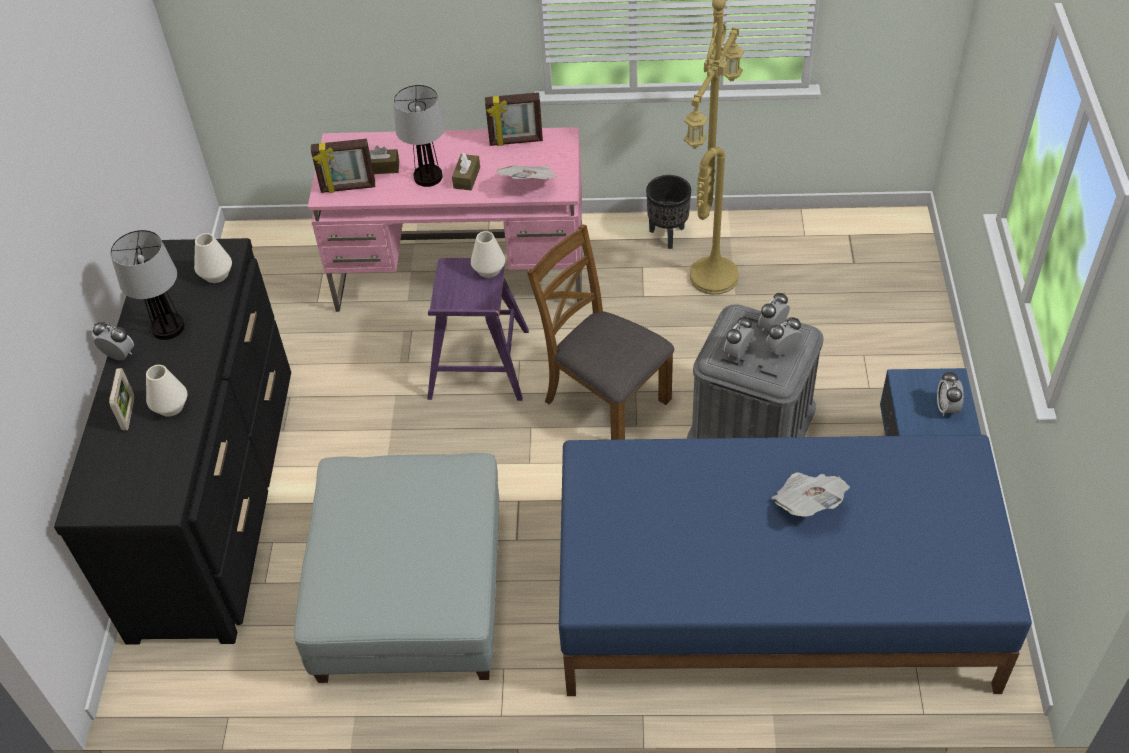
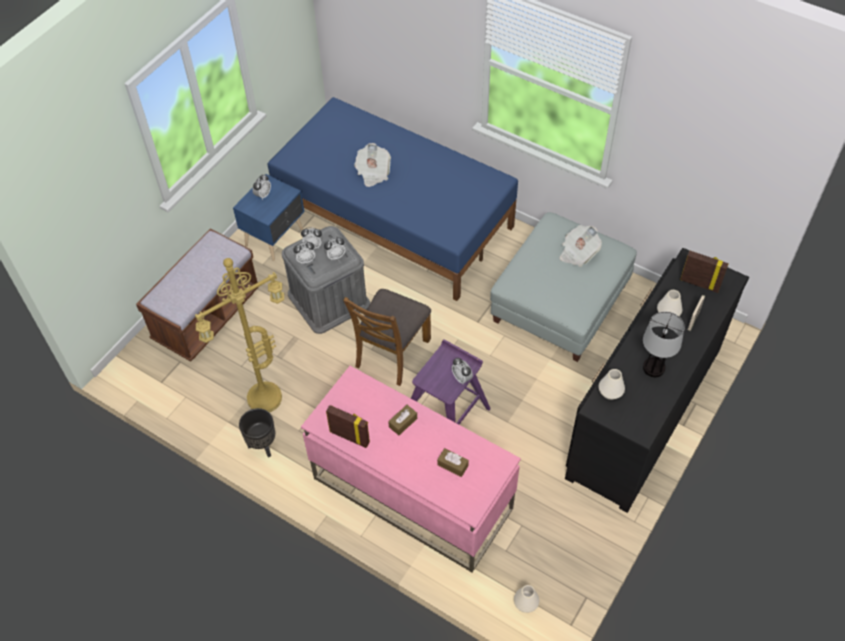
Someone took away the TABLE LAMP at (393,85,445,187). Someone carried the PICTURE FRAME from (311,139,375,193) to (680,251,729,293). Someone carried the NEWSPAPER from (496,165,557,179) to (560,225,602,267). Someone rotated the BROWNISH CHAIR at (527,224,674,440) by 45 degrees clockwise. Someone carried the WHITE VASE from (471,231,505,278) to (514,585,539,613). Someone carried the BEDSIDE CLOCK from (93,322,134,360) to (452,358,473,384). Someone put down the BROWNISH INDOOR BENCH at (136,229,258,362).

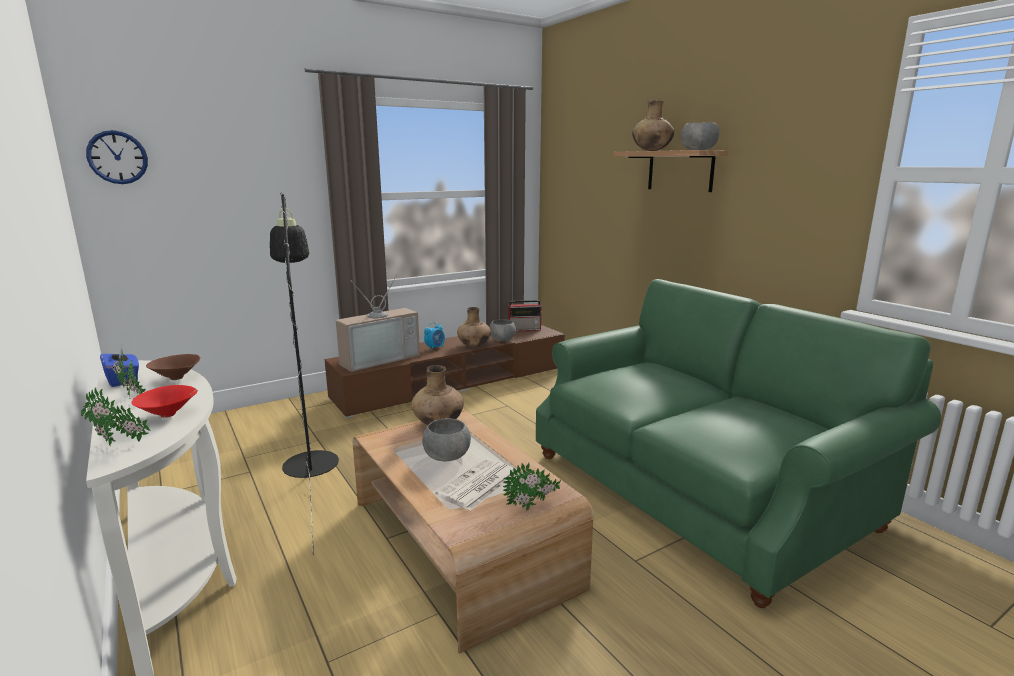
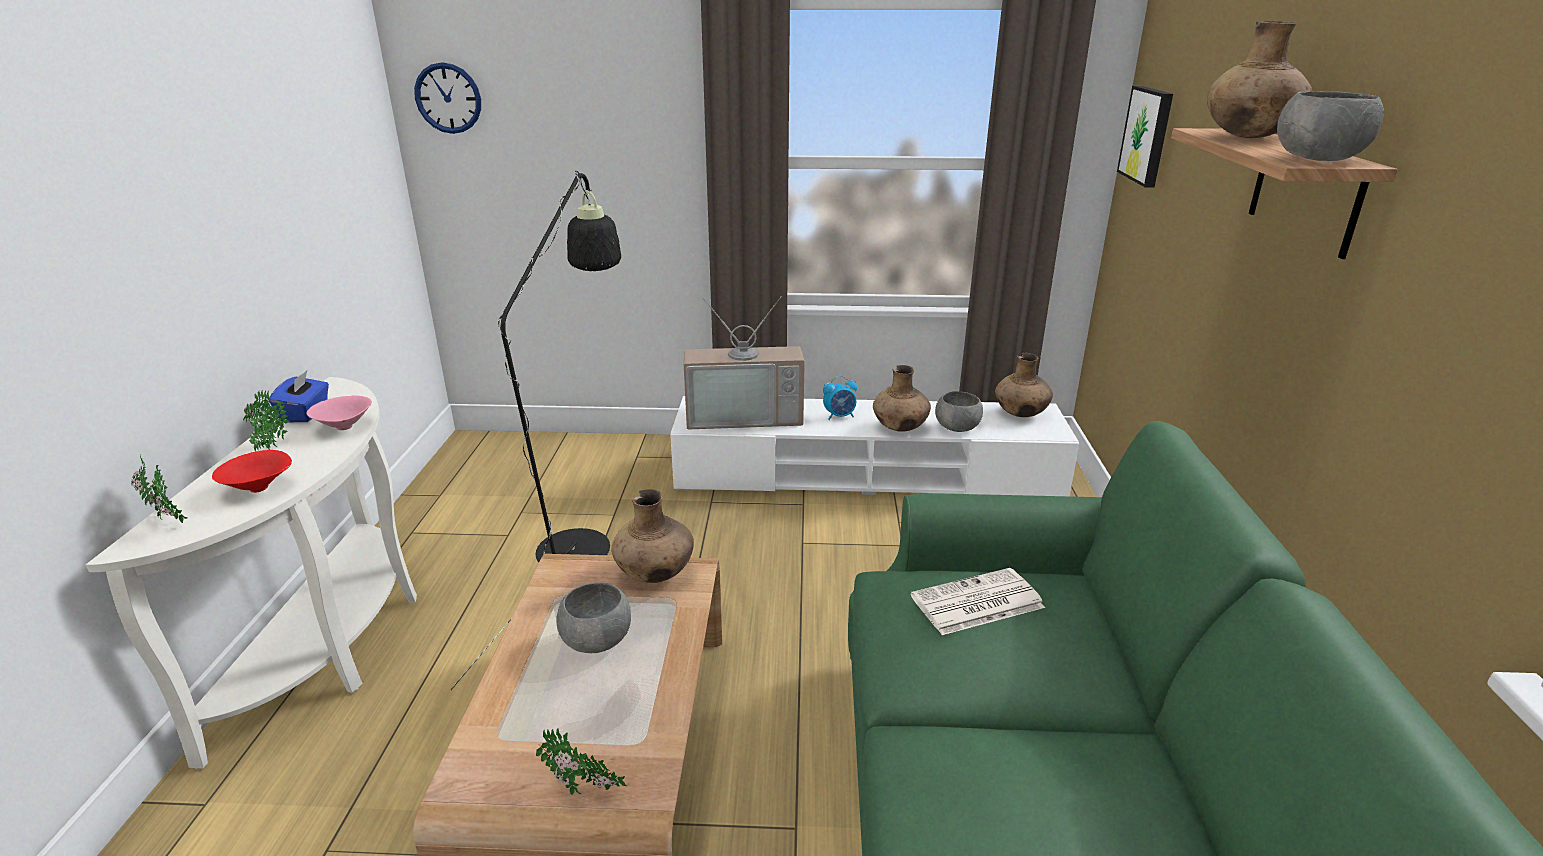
Someone swapped the RADIO at (508,300,542,331) for the BROWNISH VASE at (995,353,1053,417). Someone repainted the BROWNISH TV STAND at (325,325,565,418), which became the WHITE TV STAND at (670,396,1079,496). Someone repainted the BROWNISH BOWL at (146,354,200,380), which became the PINK-COLOURED BOWL at (307,395,372,430). Someone carried the NEWSPAPER from (435,459,518,511) to (911,568,1045,635). Someone put up the WALL PICTURE at (1117,86,1173,188).

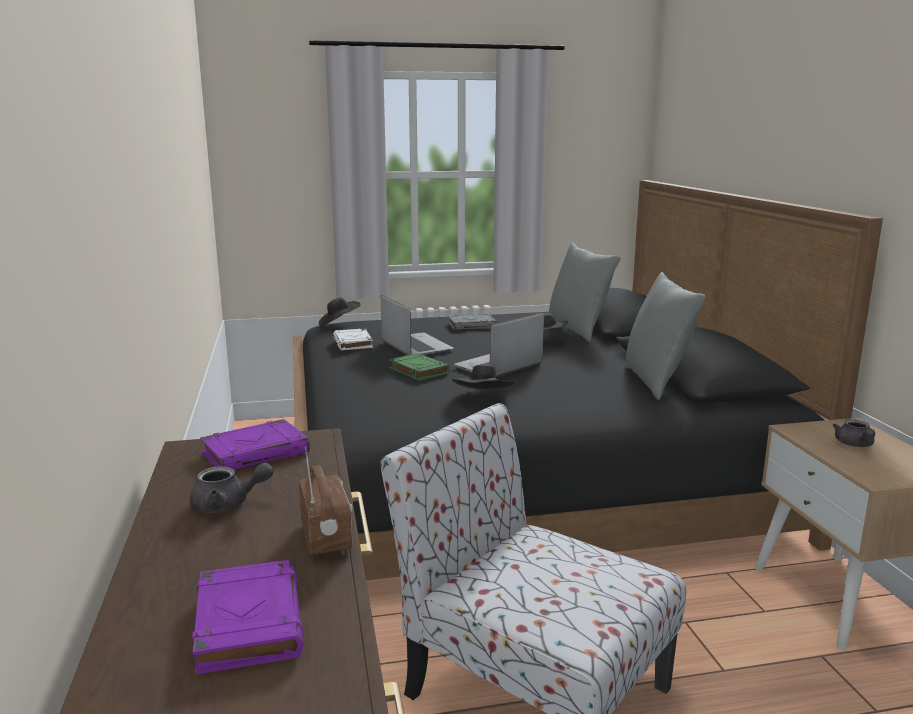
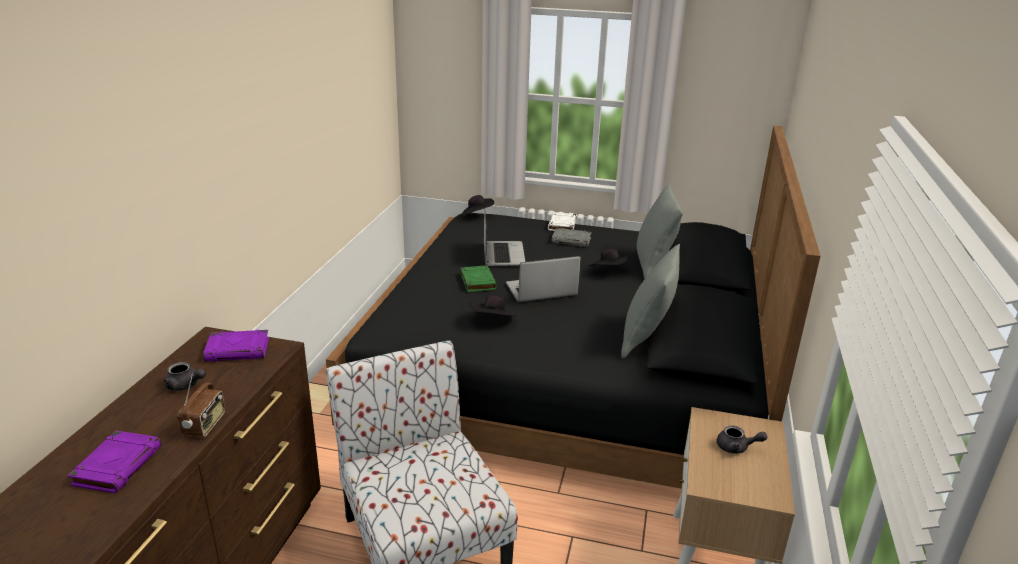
Someone carried the WHITE VOLUME from (333,328,373,350) to (548,212,576,231). Someone rotated the GREY TEA POT at (832,419,875,447) by 105 degrees counterclockwise.

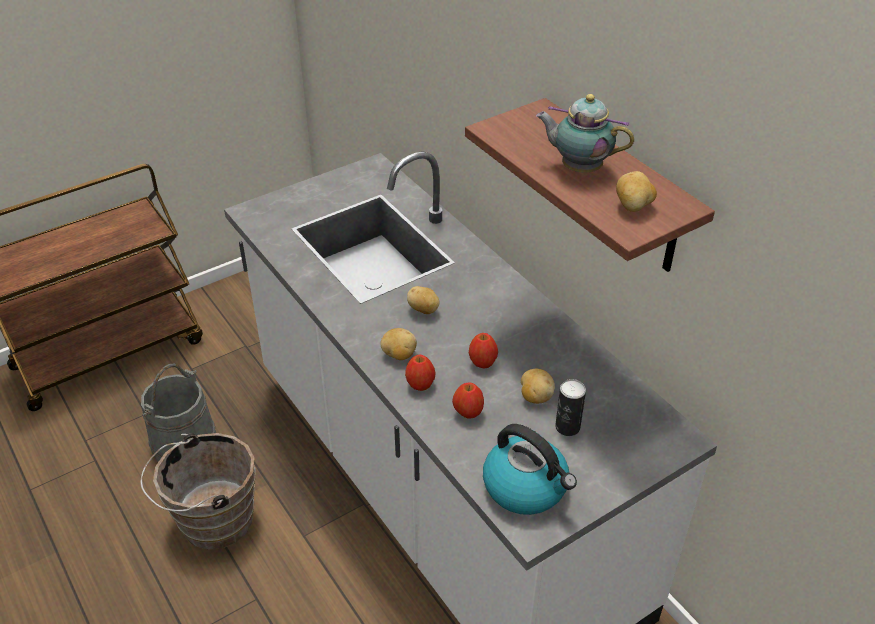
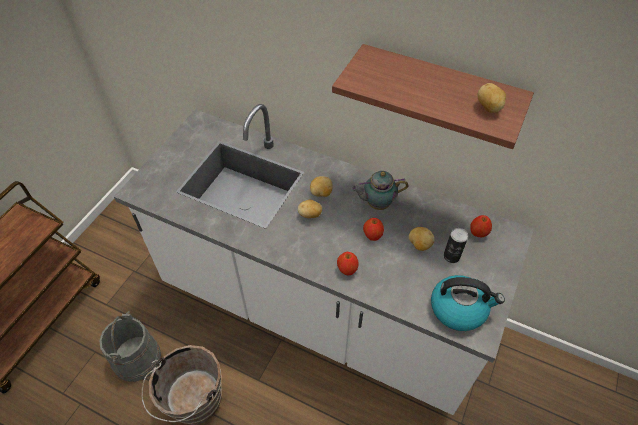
Someone carried the TEA POT from (536,94,634,173) to (351,171,409,210). Someone carried the WHOLE POTATO from (381,328,417,360) to (310,176,333,197). Someone carried the WHOLE APPLE from (452,383,484,418) to (470,215,492,237).

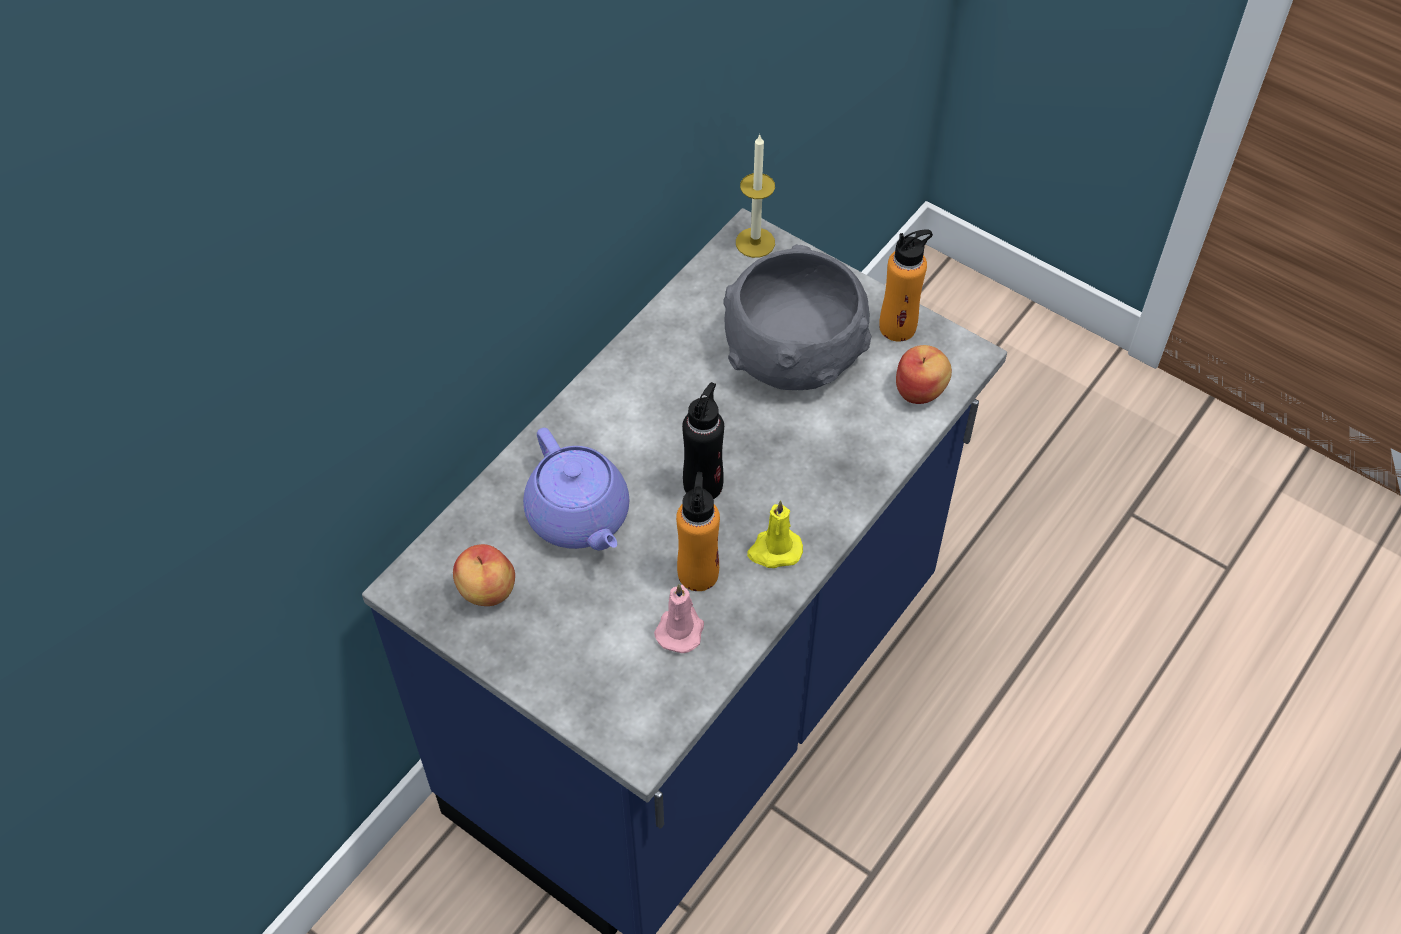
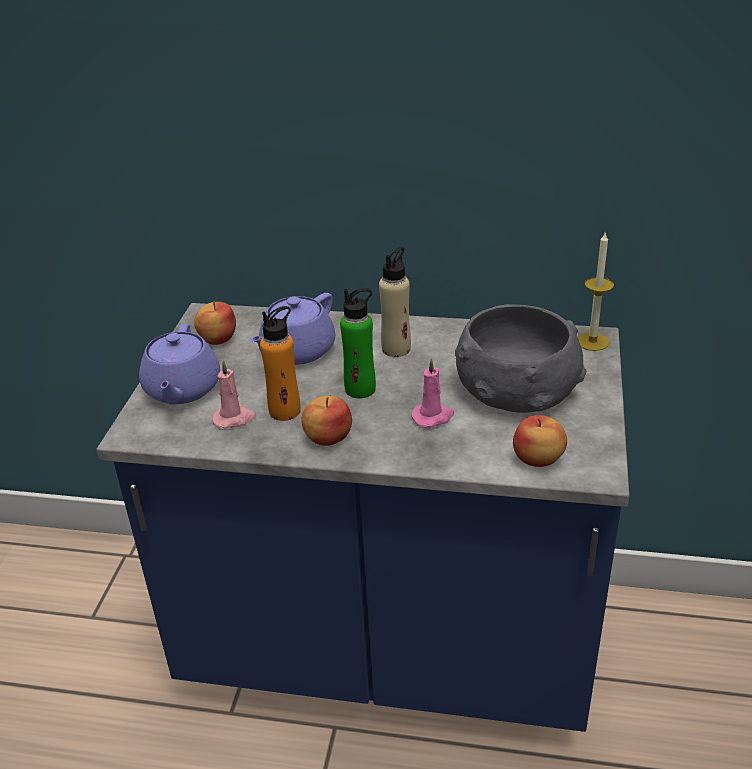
Someone took away the ORANGEY DRINK BOTTLE at (879,229,933,342). Someone repainted the BLACK DRINK BOTTLE at (682,382,724,499), which became the GREEN-COLOURED DRINK BOTTLE at (340,288,376,398). Someone swapped the YELLOW WAX CANDLE at (747,500,803,568) for the WHOLE APPLE at (301,396,352,446). Someone put down the BEIGE DRINK BOTTLE at (379,247,411,357). Someone put down the PURPLE-COLOURED TEA POT at (139,323,220,404). Someone put down the PINK-COLOURED WAX CANDLE at (411,358,454,428).

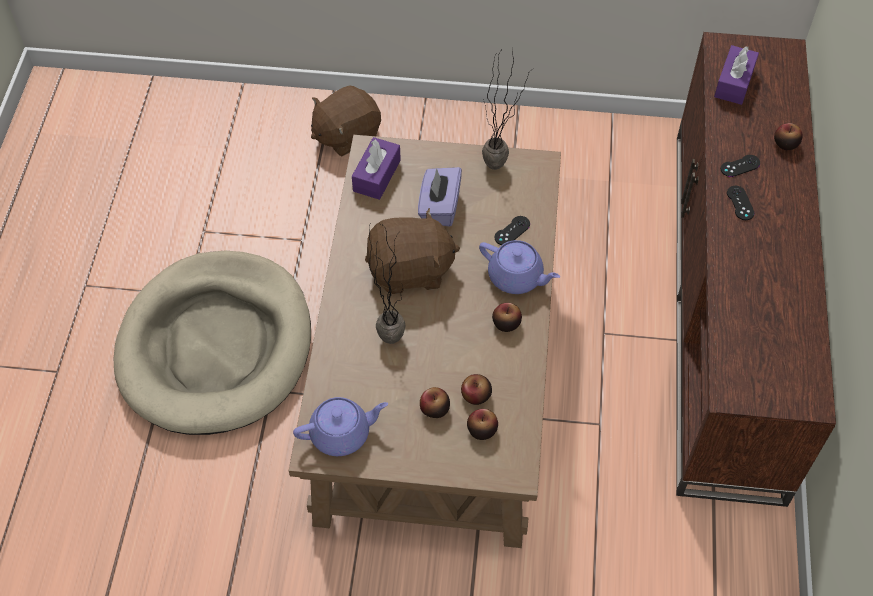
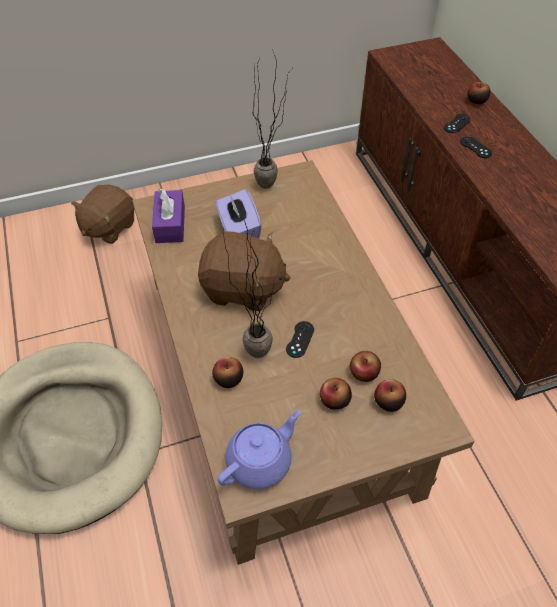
Someone took away the PURPLE-COLOURED BOX OF TISSUES at (714,45,759,105). Someone rotated the BROWNISH CUDDLY TOY at (365,208,460,294) by 45 degrees clockwise. Someone carried the BLACK GAMEPAD from (495,216,530,245) to (286,321,314,358). Someone took away the PURPLE-COLOURED TEA POT at (479,240,560,294). Someone carried the WHOLE APPLE from (492,303,522,332) to (212,357,243,388).

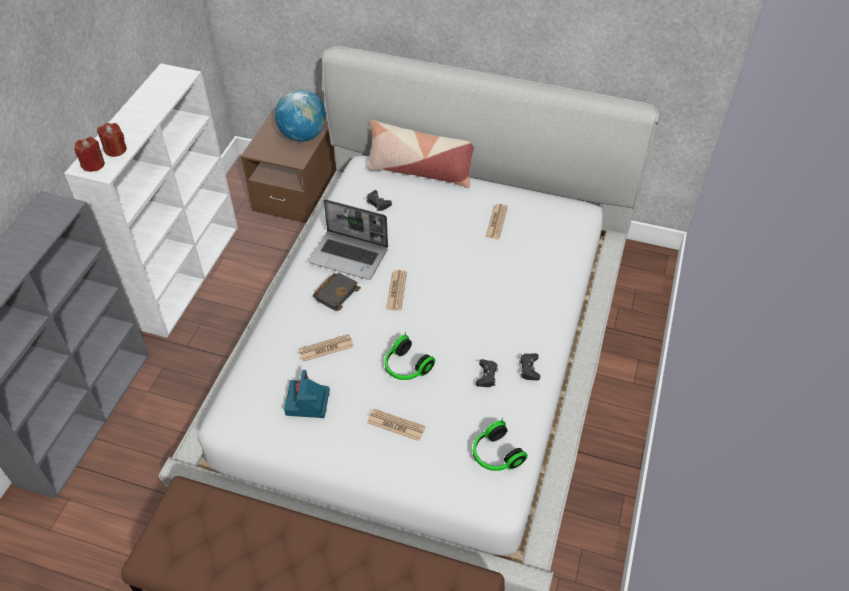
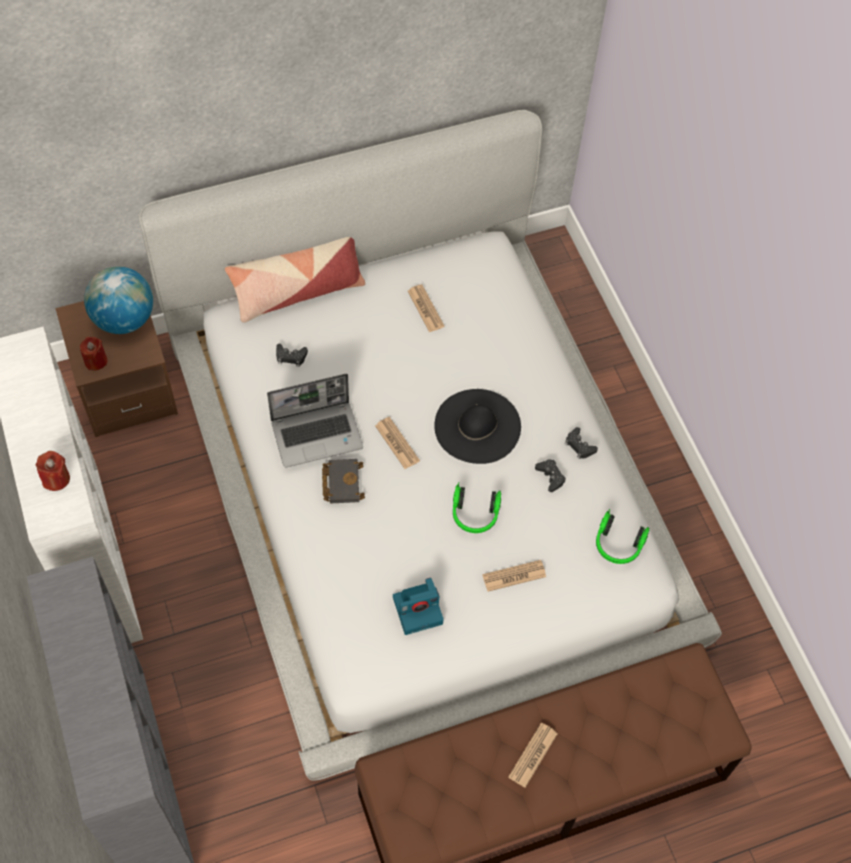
Someone carried the REDDISH WAX CANDLE from (74,137,105,172) to (80,337,107,370). Someone carried the NEWSPAPER from (298,334,354,362) to (508,722,558,788). Someone rotated the PHOTO CAMERA at (284,370,330,418) by 75 degrees counterclockwise. Someone put down the BLACK CLOTHING HAT at (434,389,521,464).

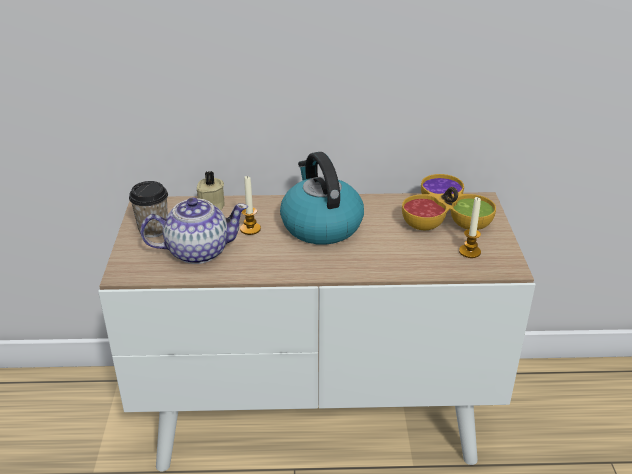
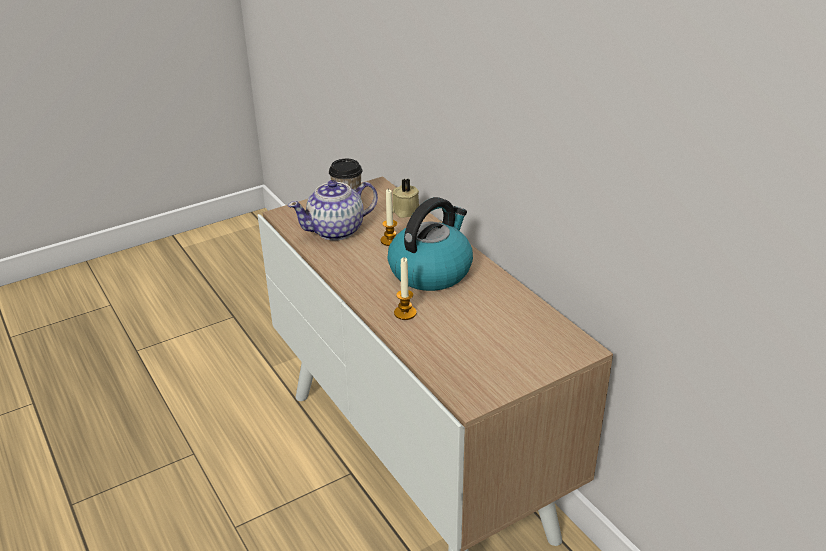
Someone took away the BOWL at (402,174,496,230). Someone carried the WAX CANDLE from (459,197,481,258) to (394,257,417,320). Someone rotated the TEA POT at (140,198,248,264) by 105 degrees clockwise.

